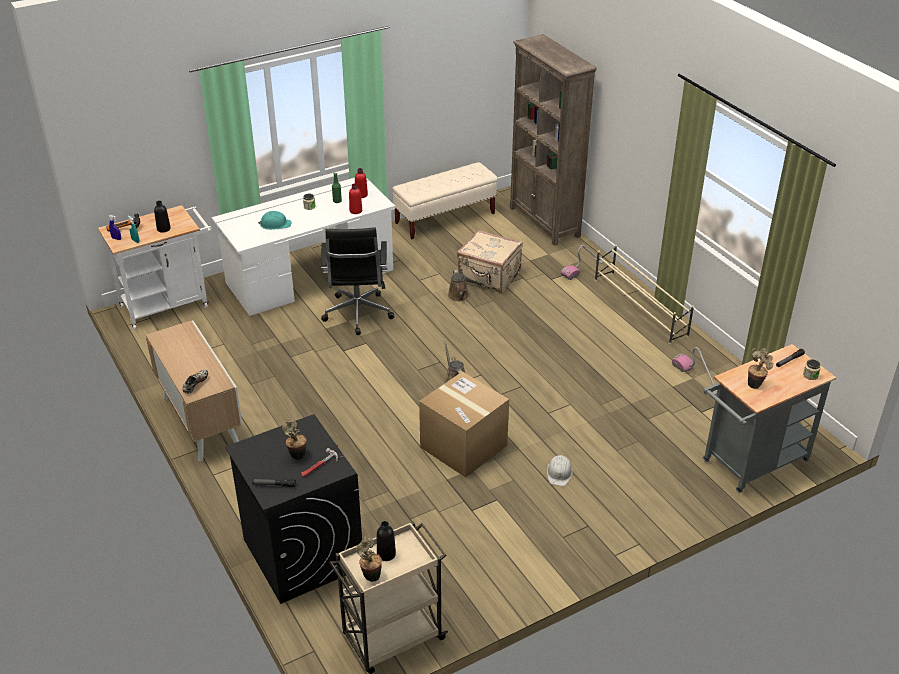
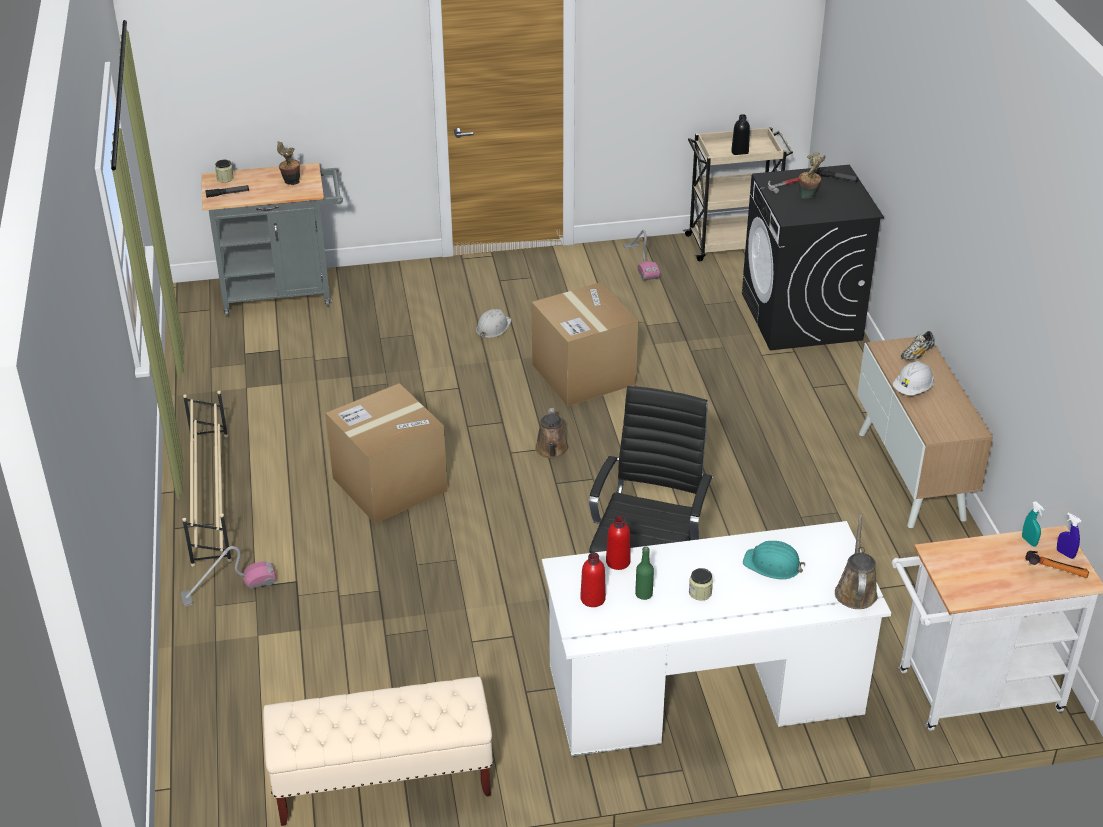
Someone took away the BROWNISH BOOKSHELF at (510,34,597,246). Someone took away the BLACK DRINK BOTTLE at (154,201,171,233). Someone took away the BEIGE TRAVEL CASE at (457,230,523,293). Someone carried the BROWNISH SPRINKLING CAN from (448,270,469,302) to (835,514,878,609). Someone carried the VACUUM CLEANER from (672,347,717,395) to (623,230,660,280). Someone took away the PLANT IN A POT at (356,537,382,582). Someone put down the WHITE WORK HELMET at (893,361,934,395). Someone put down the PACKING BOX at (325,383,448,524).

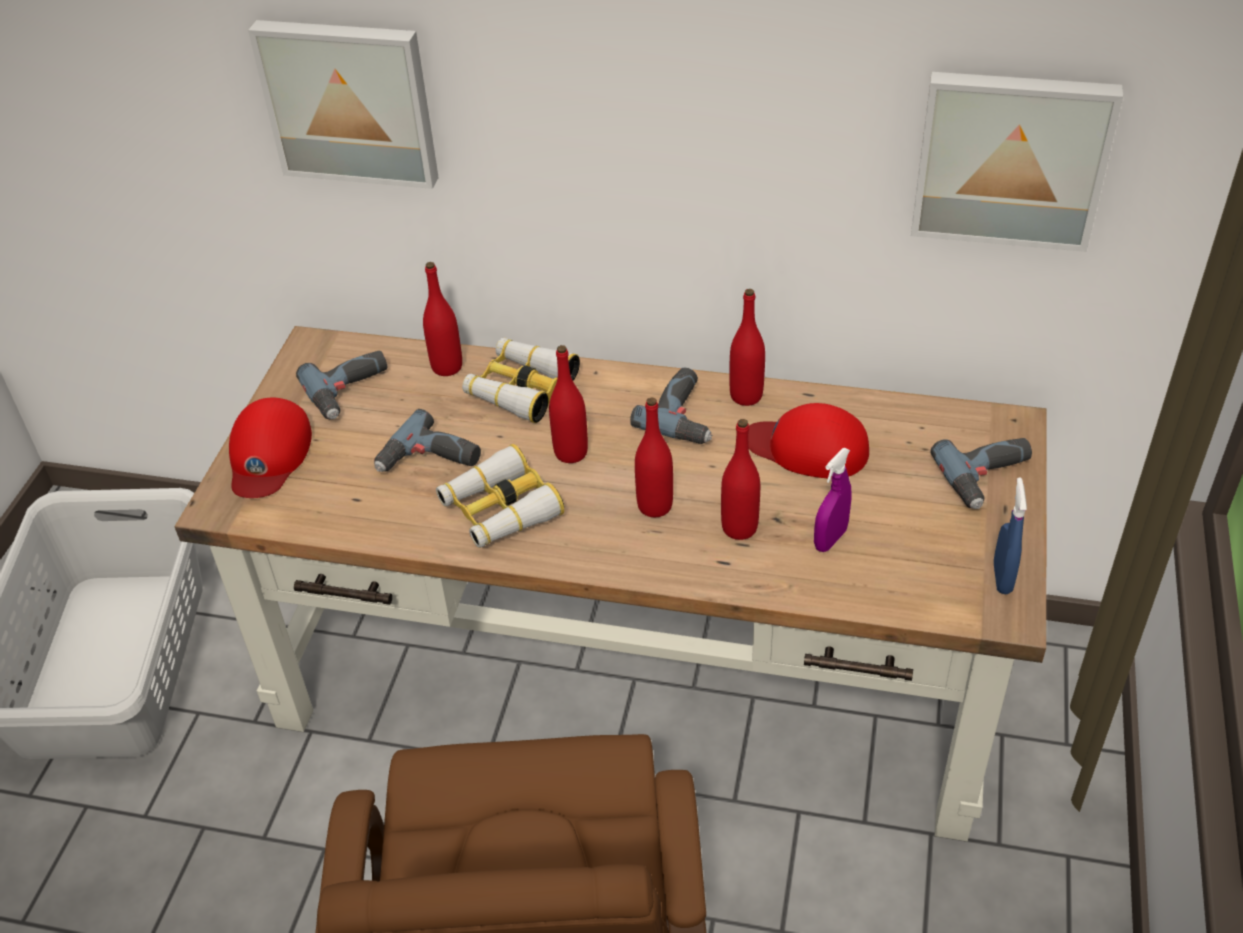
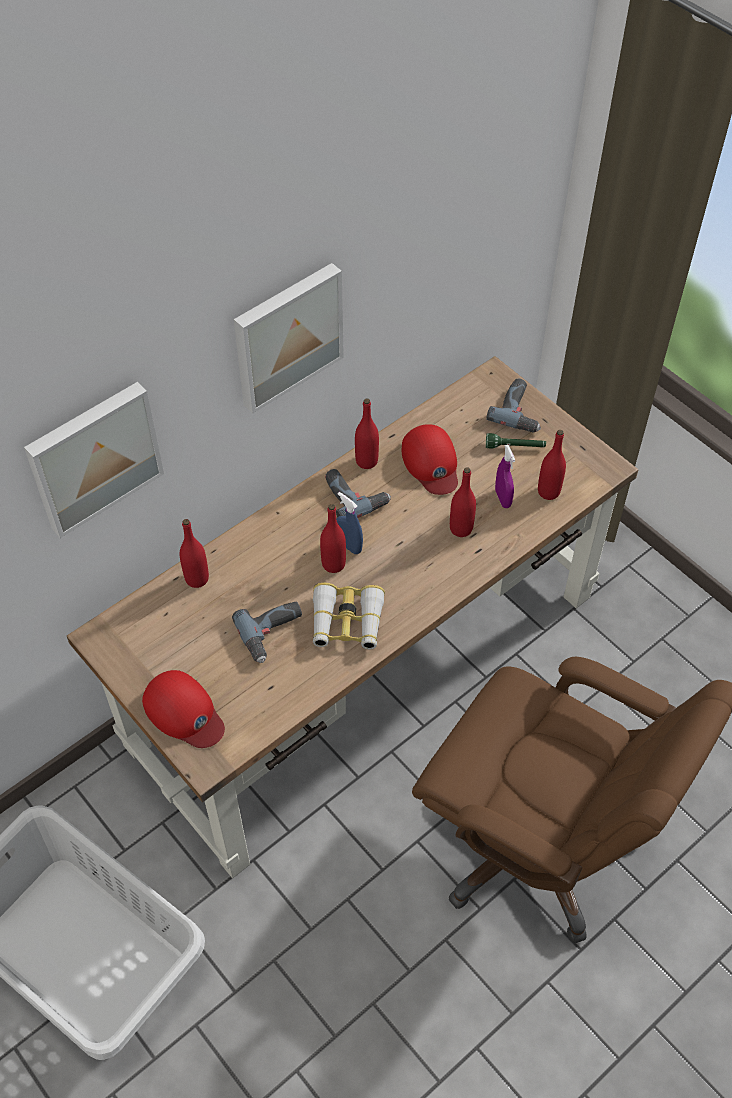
Someone carried the WALL PICTURE from (911,72,1123,252) to (234,263,344,414). Someone took away the BINOCULARS at (462,337,580,423). Someone took away the POWER DRILL at (296,350,387,419). Someone carried the REDDISH DRINK BOTTLE from (635,397,673,517) to (538,430,566,500). Someone rotated the REDDISH CAP at (748,403,869,479) by 75 degrees counterclockwise. Someone carried the BLUISH SPRAYER from (994,478,1027,594) to (336,492,363,554). Someone put down the GREEN-COLOURED HAND TORCH at (486,433,546,449).

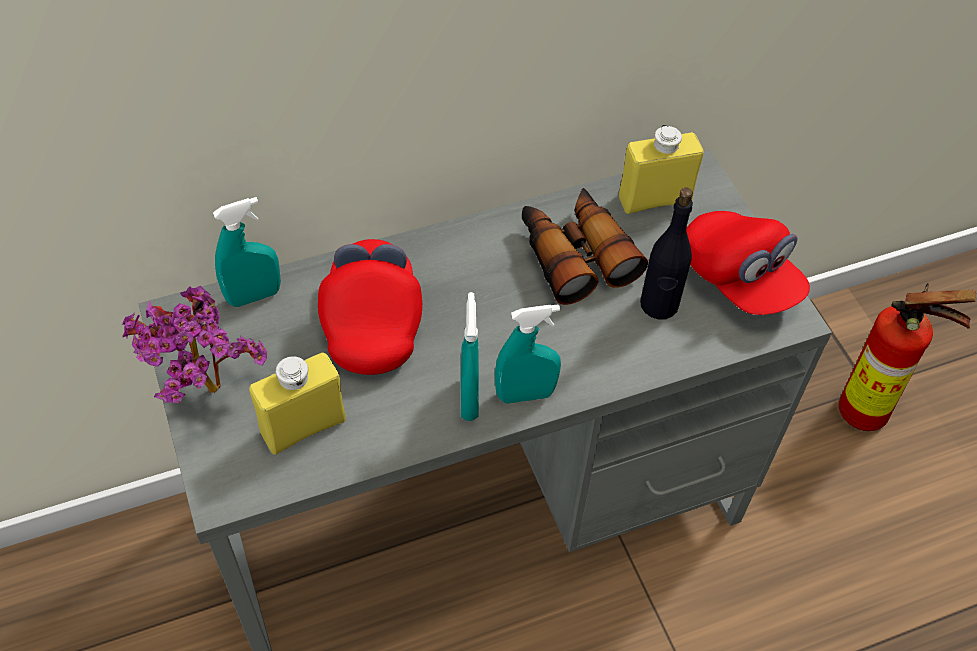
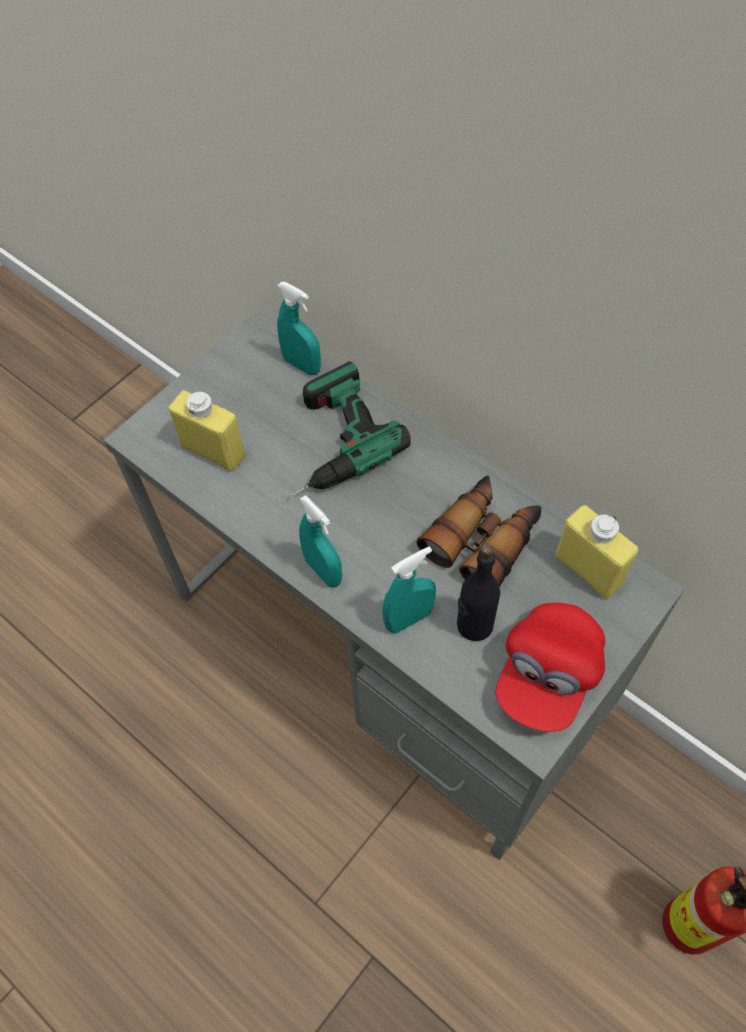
Someone swapped the REDDISH CAP at (318,239,422,375) for the POWER DRILL at (287,361,411,498). Someone took away the PLANT IN A POT at (122,286,267,403). Someone carried the TURQUOISE-COLOURED SPRAYER from (461,292,479,421) to (382,547,436,634).

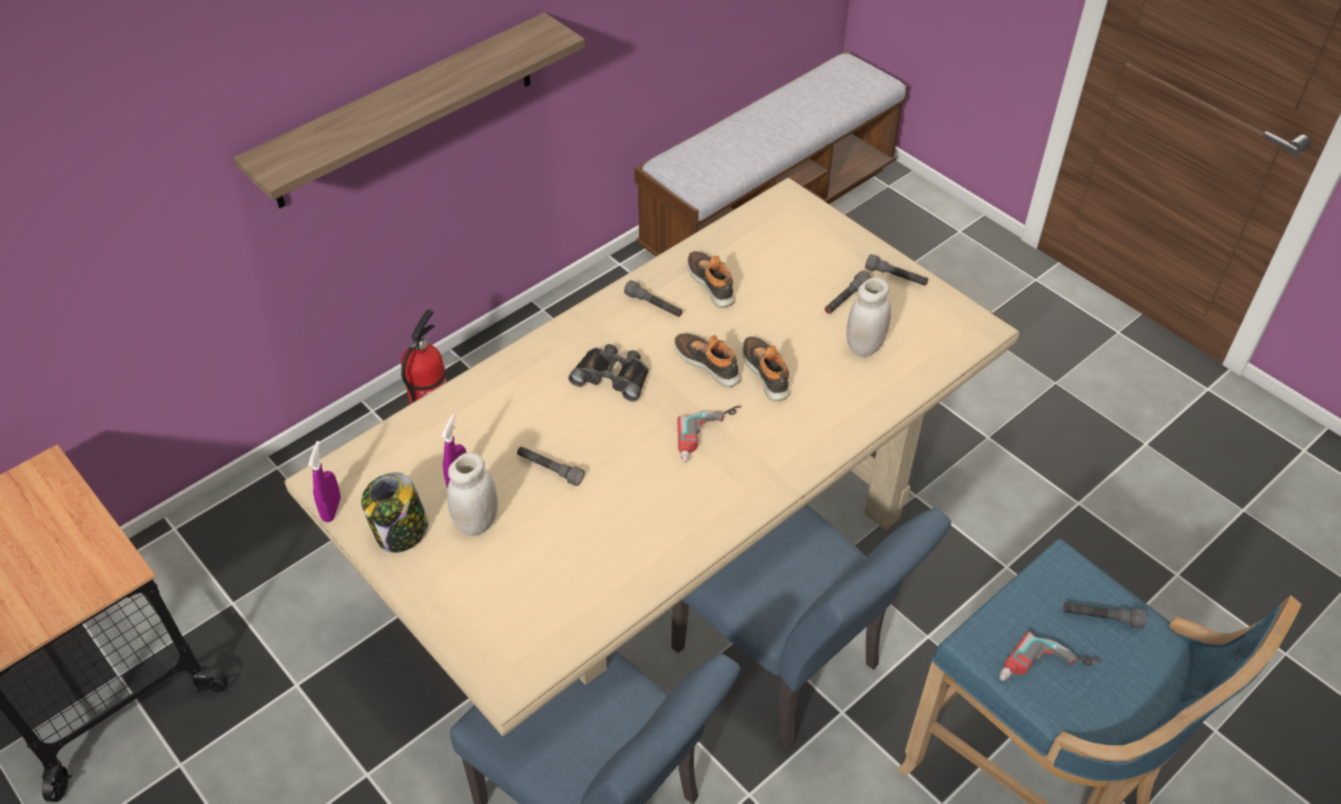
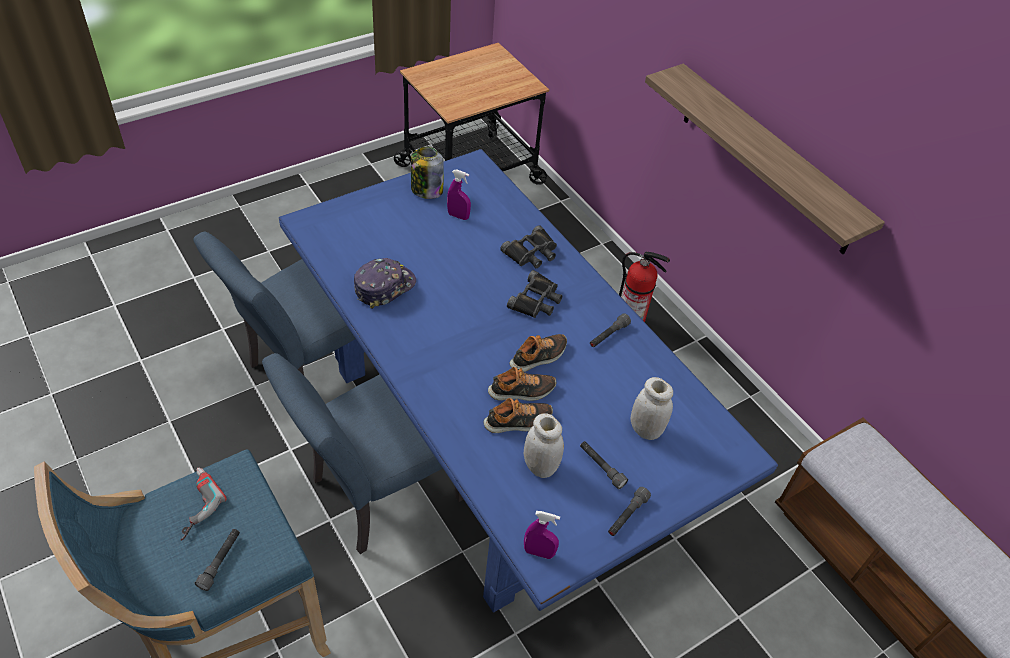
Someone repainted the BEIGE DINING TABLE at (284,178,1020,736), which became the BLUISH DINING TABLE at (279,149,778,613). Someone carried the SHOE from (687,251,735,308) to (484,398,553,433). Someone took away the POWER DRILL at (677,406,741,463). Someone carried the PURPLE-COLOURED SPRAYER from (308,441,341,522) to (524,511,560,559). Someone took away the GREY HAND TORCH at (517,446,585,486). Someone carried the WHITE PRESERVE JAR from (447,452,498,536) to (630,377,673,440). Someone put down the BLACK BINOCULARS at (500,225,557,268). Someone put down the CAP at (354,258,416,309).

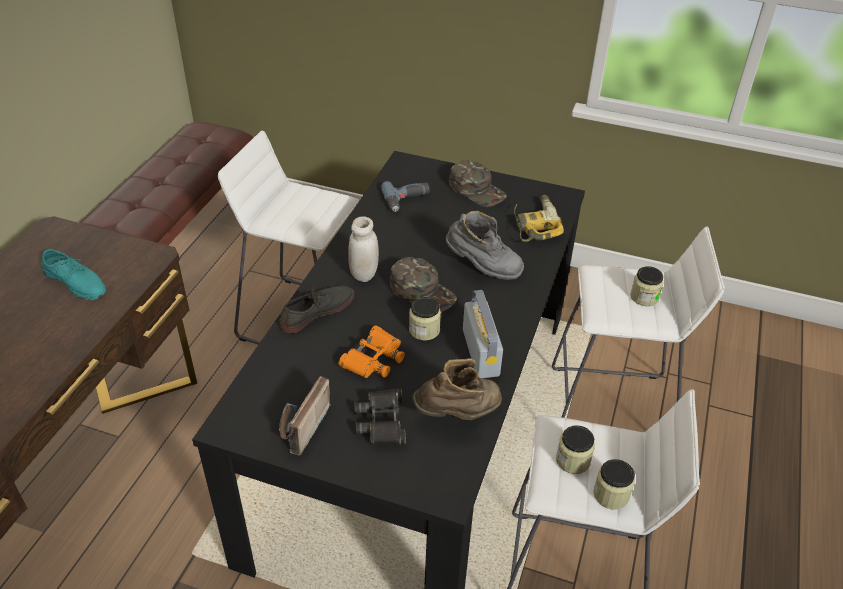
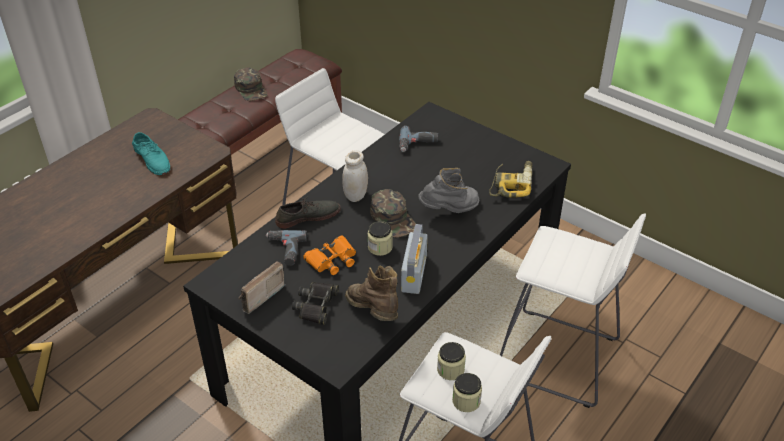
Someone carried the GREEN-COLOURED CAP from (449,160,507,207) to (234,67,267,101). Someone rotated the GREY TALL BOOT at (446,211,524,280) by 60 degrees counterclockwise. Someone took away the PRESERVE JAR at (630,266,664,306). Someone rotated the BROWNISH TALL BOOT at (412,358,502,420) by 120 degrees counterclockwise. Someone put down the POWER DRILL at (266,230,307,266).

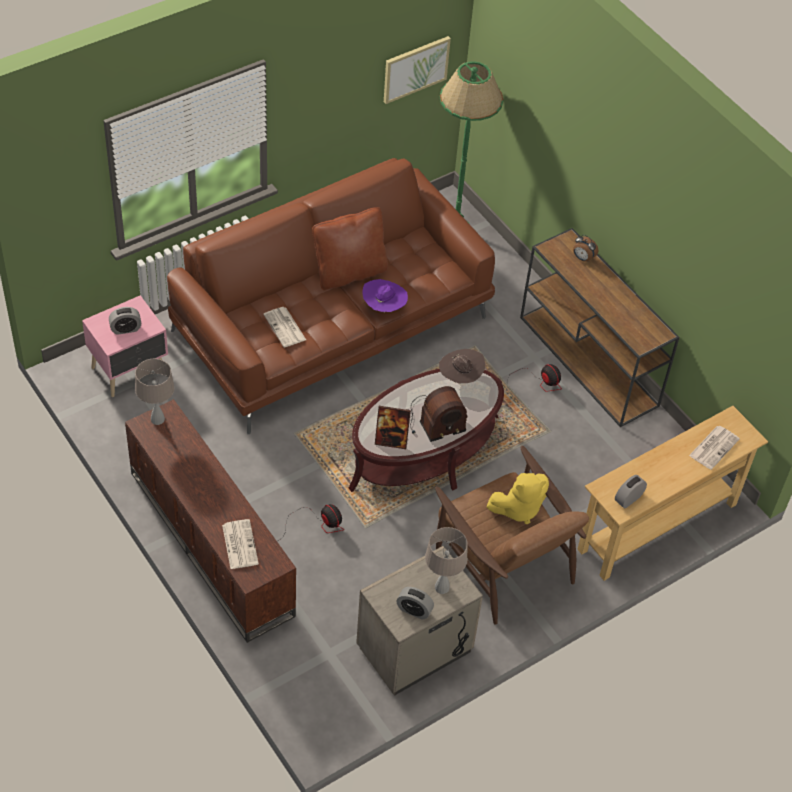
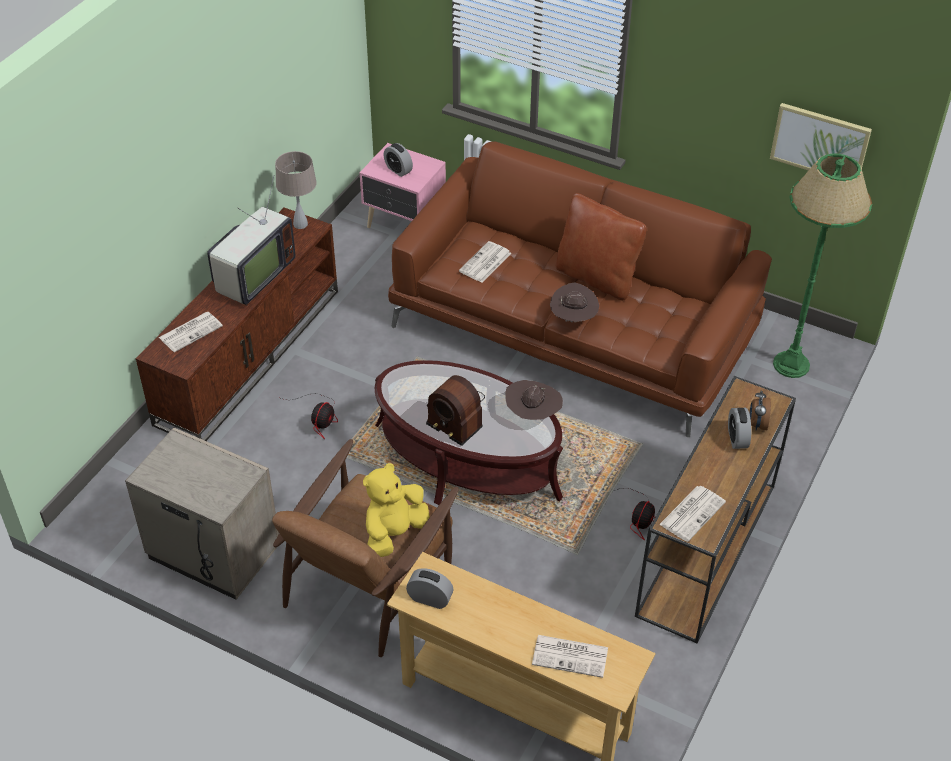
Someone repainted the PURPLE-COLOURED CLOTHING HAT at (362,279,408,312), which became the BROWNISH CLOTHING HAT at (550,283,599,323). Someone took away the PICTURE FRAME at (375,406,411,449). Someone rotated the YELLOW CUDDLY TOY at (486,473,549,524) by 90 degrees clockwise. Someone took away the BEIGE TABLE LAMP at (425,527,468,594). Someone carried the BEDSIDE CLOCK from (397,587,434,620) to (728,408,751,449). Someone put down the TELEVISION at (207,177,295,306). Someone put down the NEWSPAPER at (659,486,726,542).

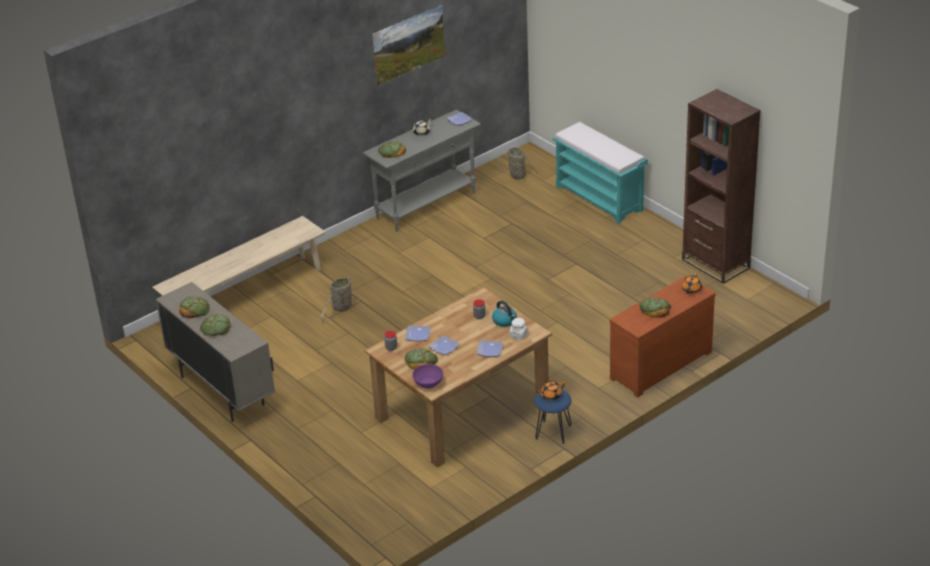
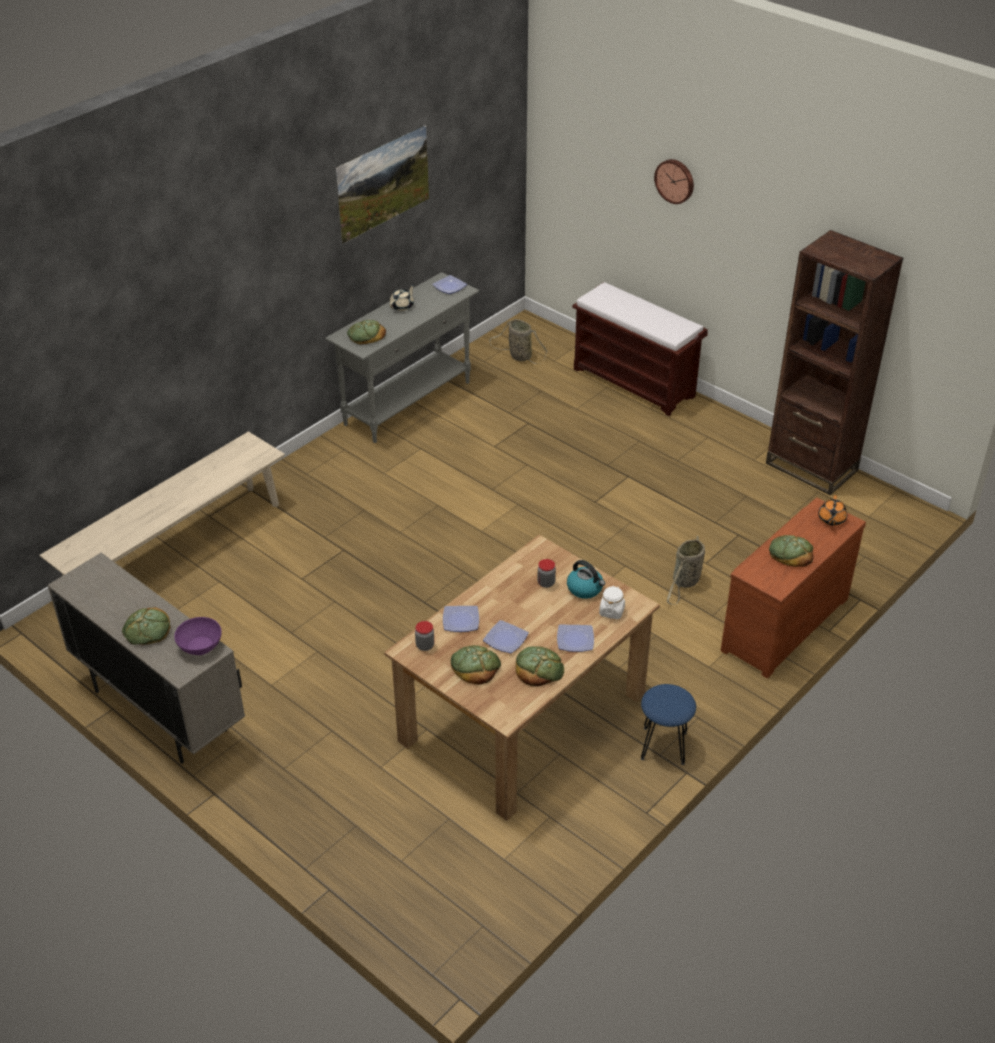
Someone repainted the TURQUOISE-COLOURED INDOOR BENCH at (552,122,648,224), which became the BROWNISH INDOOR BENCH at (572,282,708,416). Someone carried the STORAGE BASKET from (320,276,358,321) to (667,536,705,605). Someone carried the BAKERY BREAD from (179,296,210,318) to (516,646,564,686). Someone carried the PURPLE-COLOURED BOWL from (412,364,443,389) to (174,617,222,655). Someone took away the ORANGEY TEA POT at (536,381,565,400). Someone put up the WALL CLOCK at (654,159,694,204).

